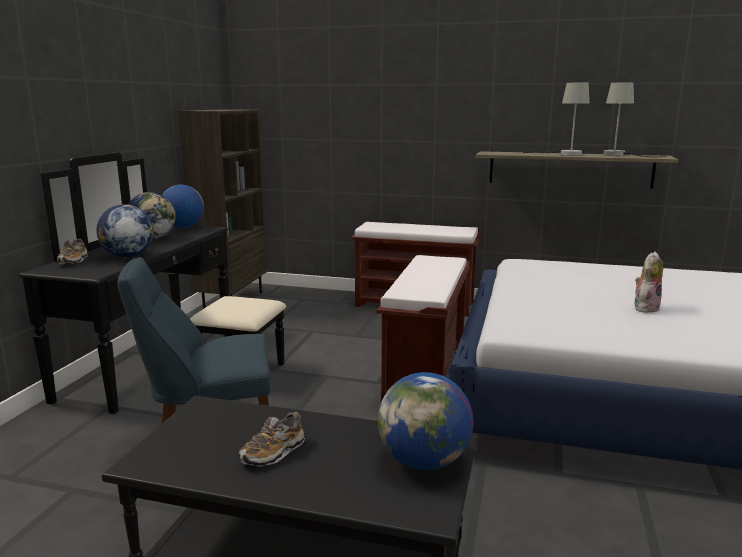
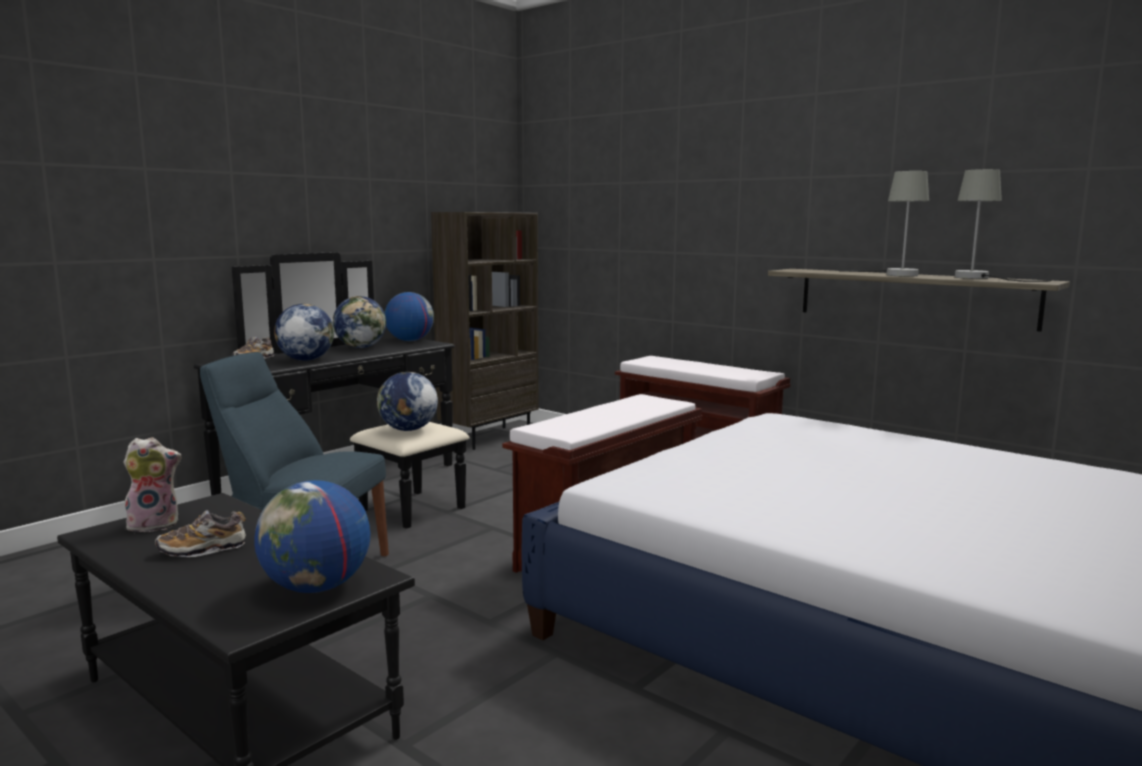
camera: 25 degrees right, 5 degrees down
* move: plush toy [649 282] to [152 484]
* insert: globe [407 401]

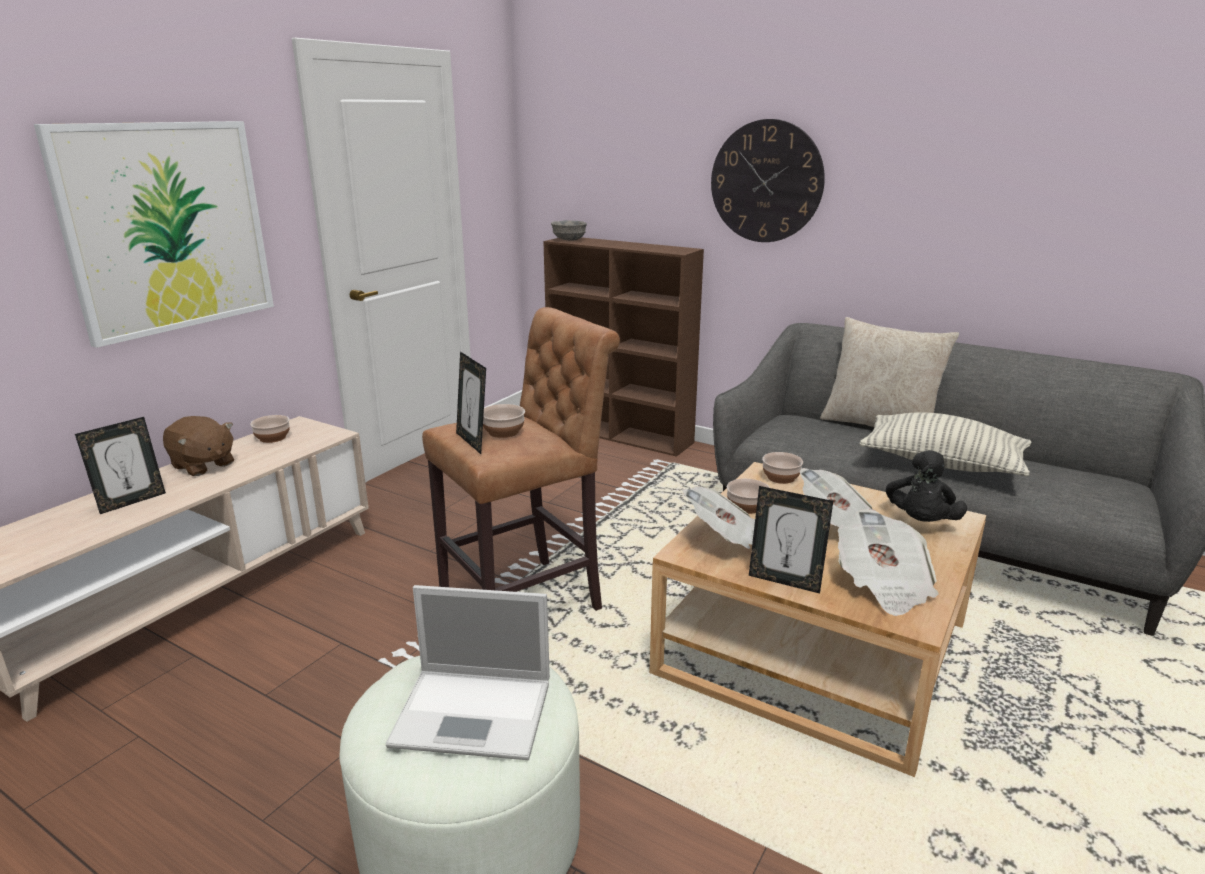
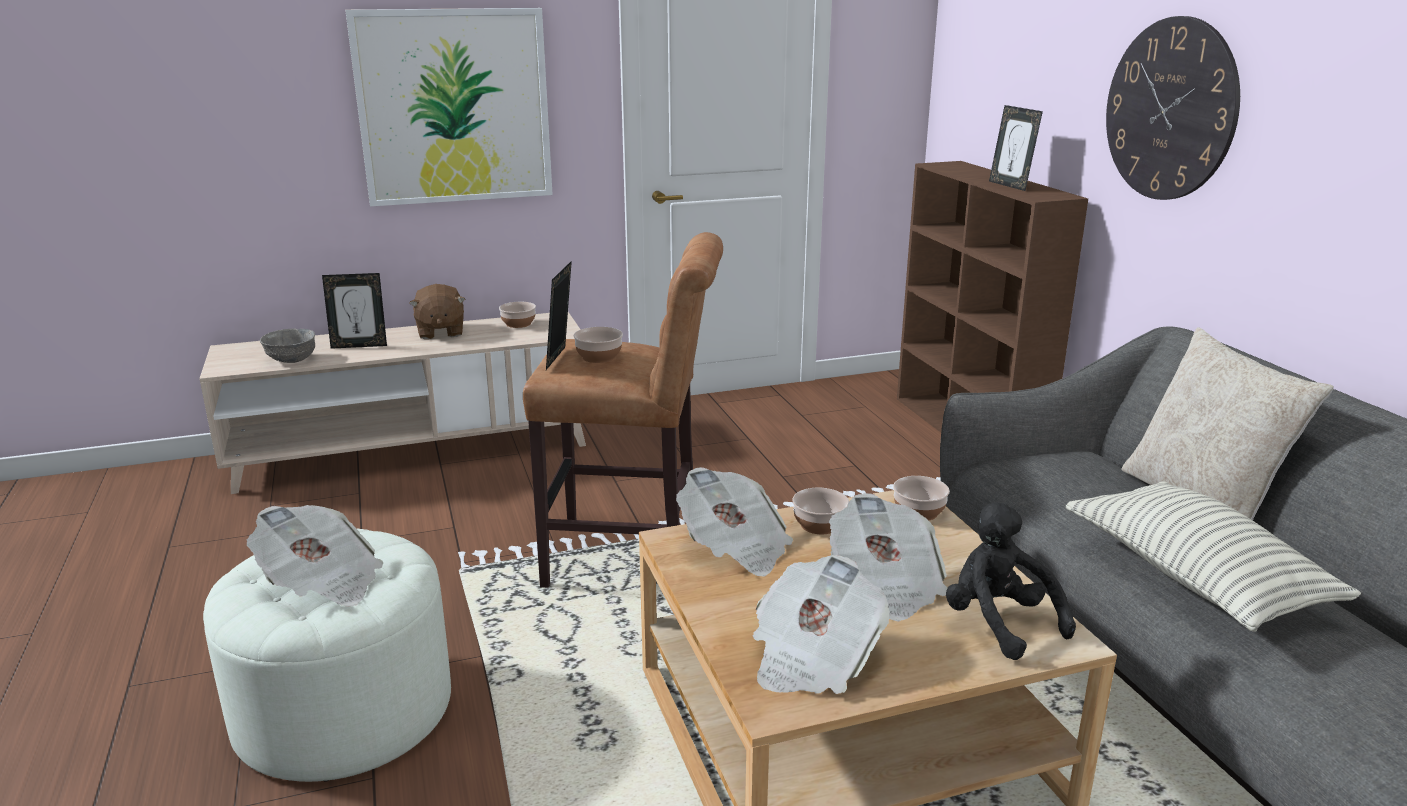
camera: 40 degrees right, 0 degrees up
* move: grey bowl [569 230] to [287 345]
* rotate: black plush toy [926 486] = [1011 581] 90 degrees clockwise
* move: picture frame [791 540] to [1016 148]
* replace: laptop [468 672] to newspaper [315 556]

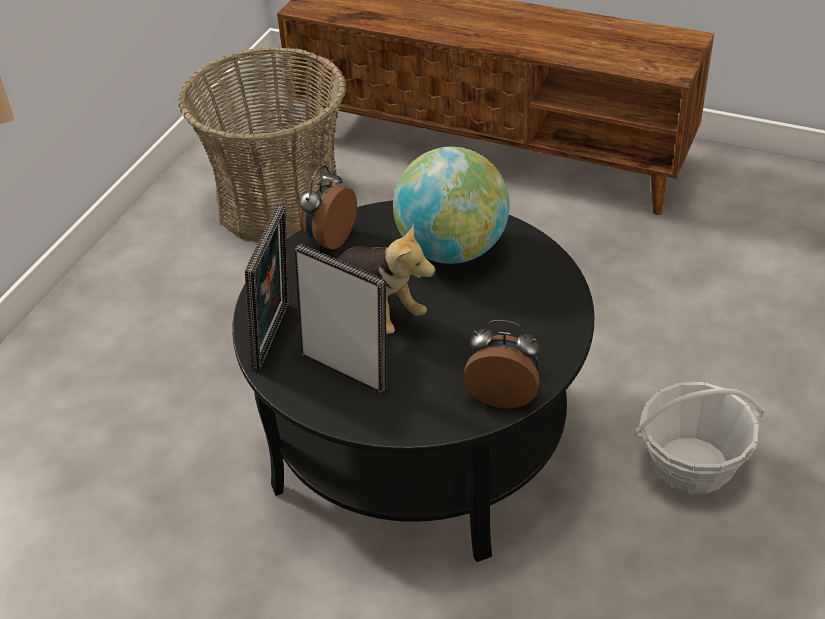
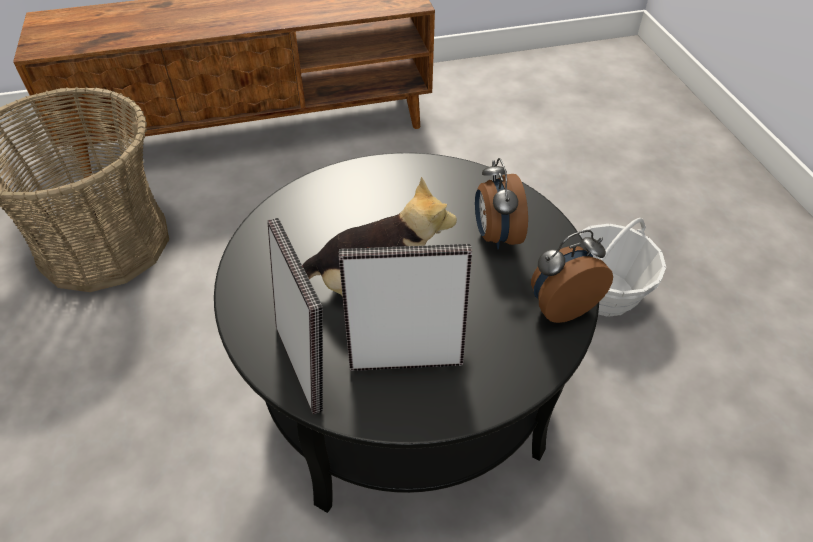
camera: 40 degrees left, 5 degrees up
* delete: globe [451 205]
* move: alarm clock [328 207] to [501 203]

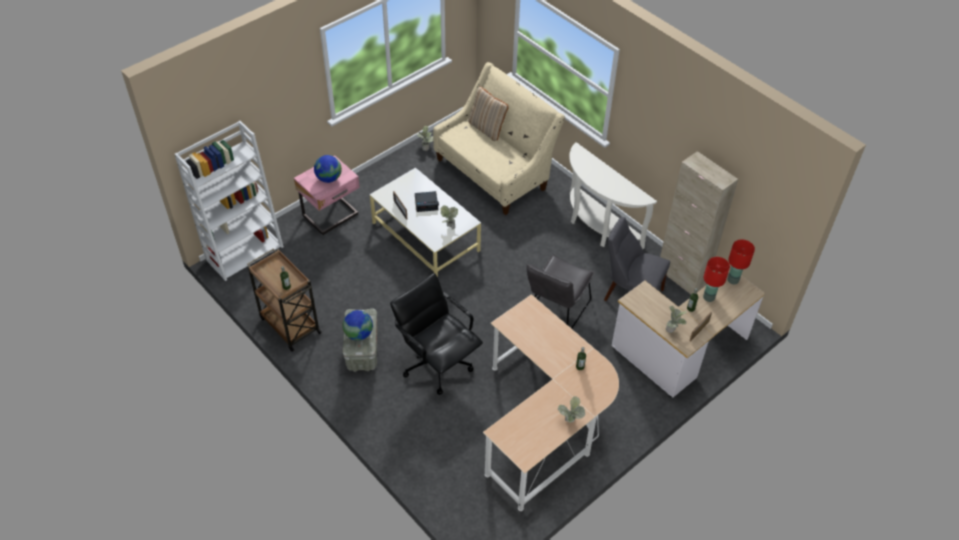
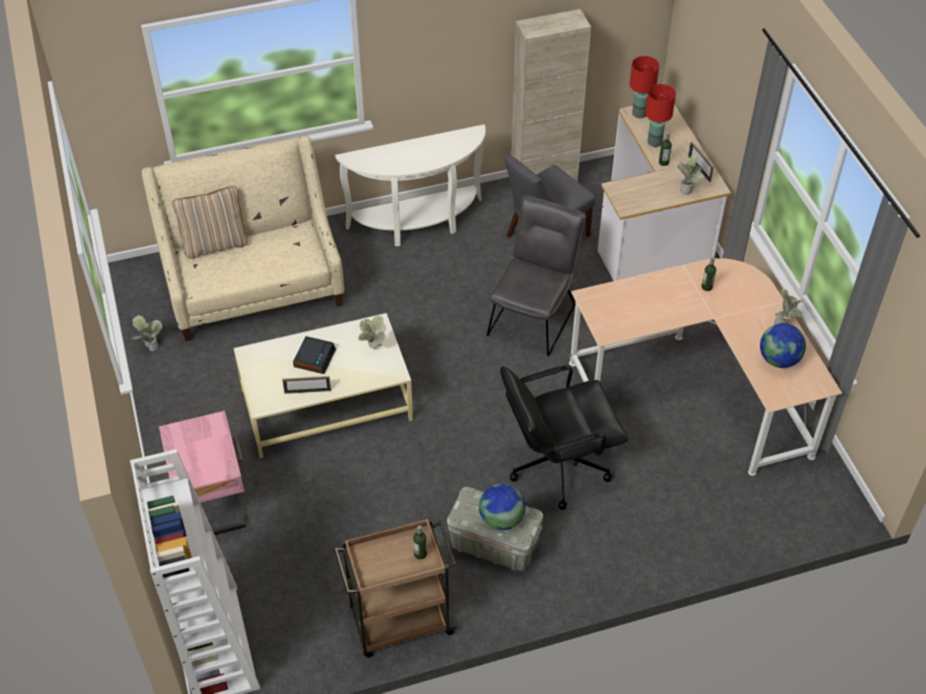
camera: 65 degrees left, 0 degrees up
* move: globe [328 169] to [783 345]
* rotate: grey chair [560 292] = [536 275] 120 degrees counterclockwise

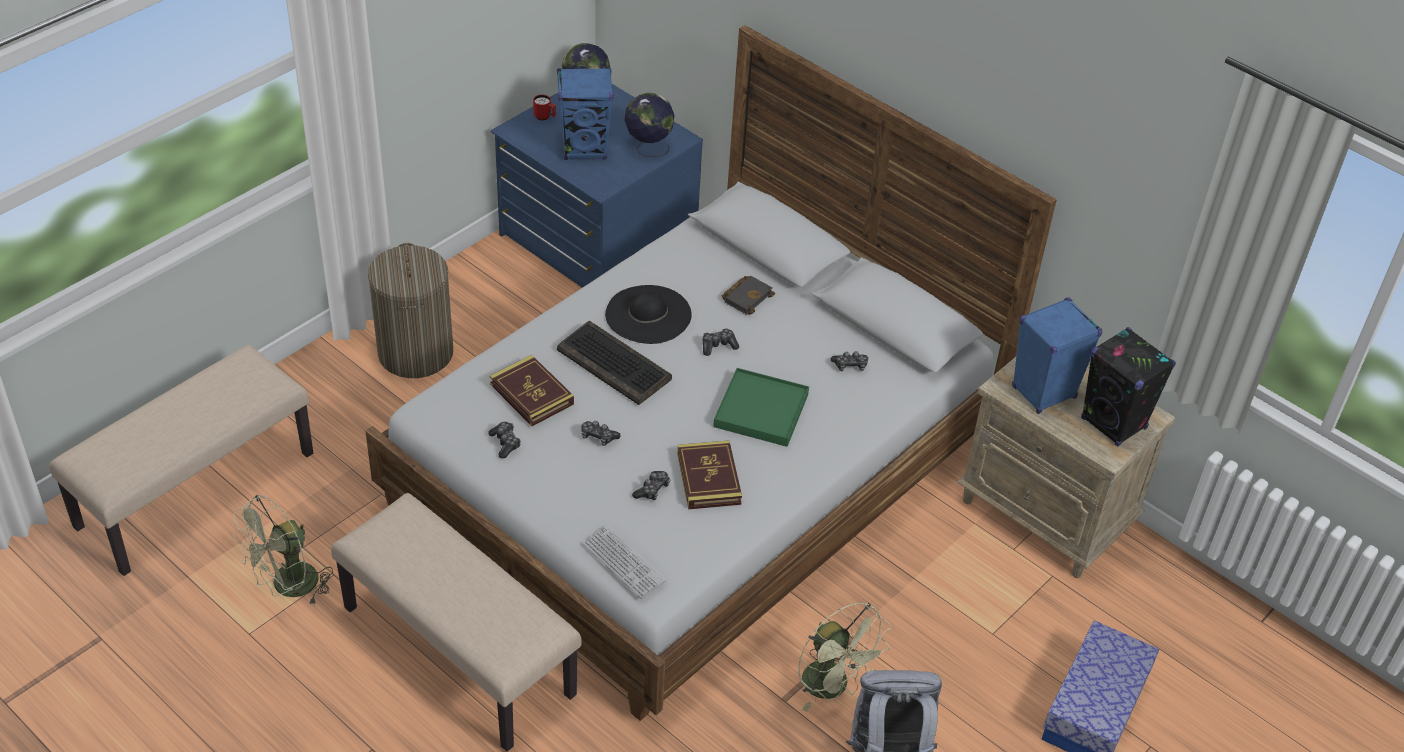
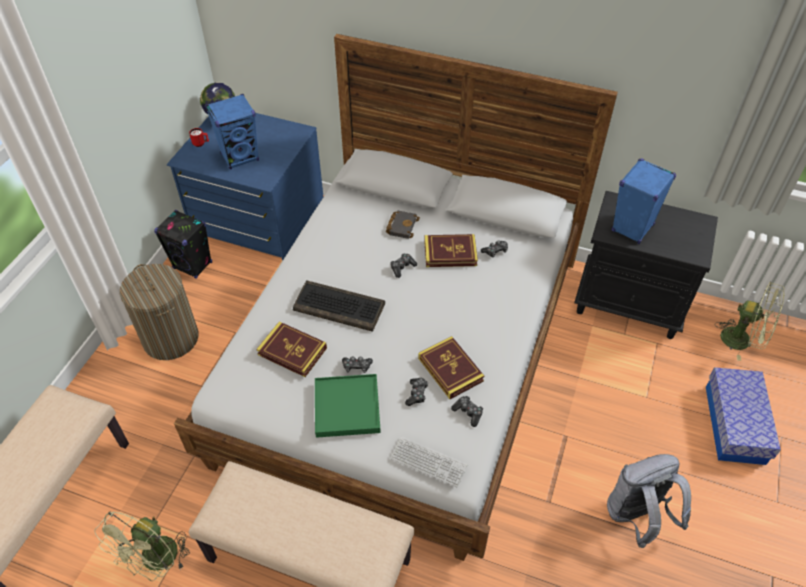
camera: 20 degrees left, 5 degrees up
* delete: globe [649 125]
* delete: black hat [648 314]
* move: black speaker [1128 387] to [183 244]
* recolor: beige nightstand [1066 467] to black nightstand [646 265]
* move: green tray [761 407] to [348 406]
* move: game controller [504 440] to [467 411]
* move: green fan [844 657] to [750 321]
* insert: book [451 250]

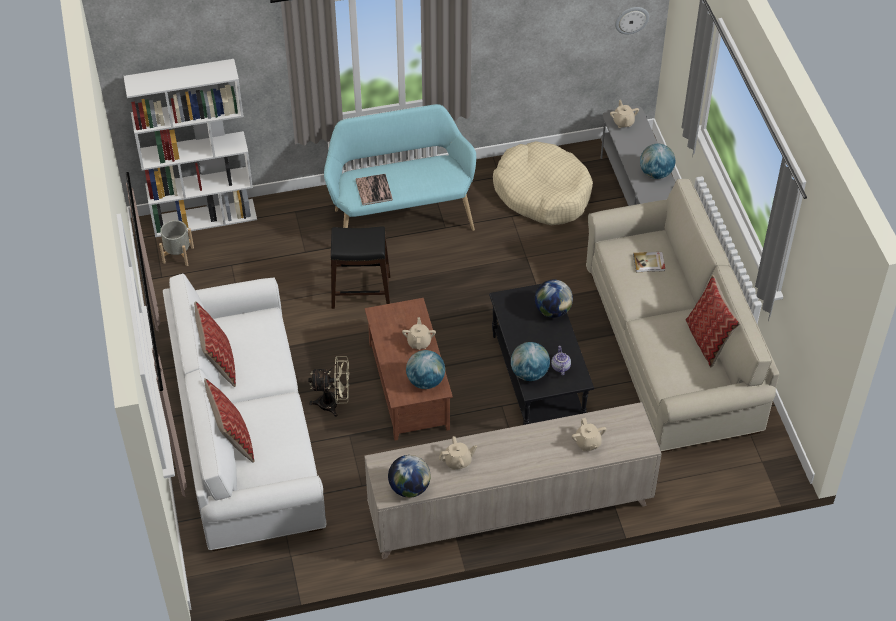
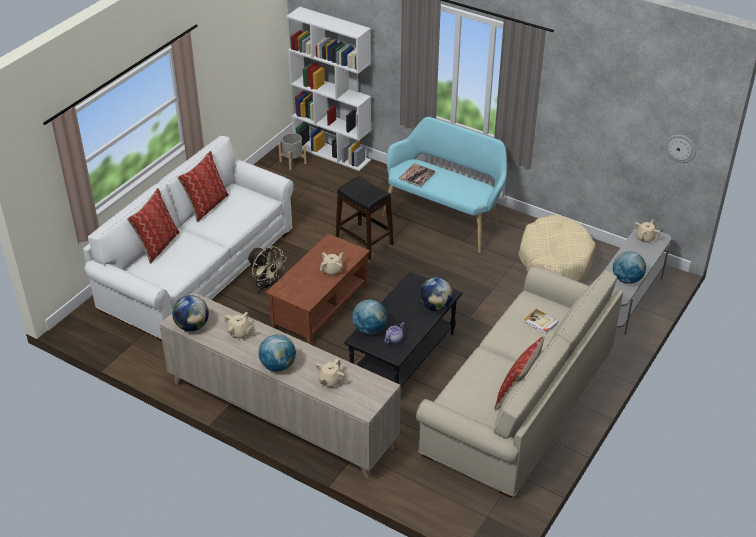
camera: 45 degrees right, 10 degrees down
* move: globe [425 369] to [277 353]

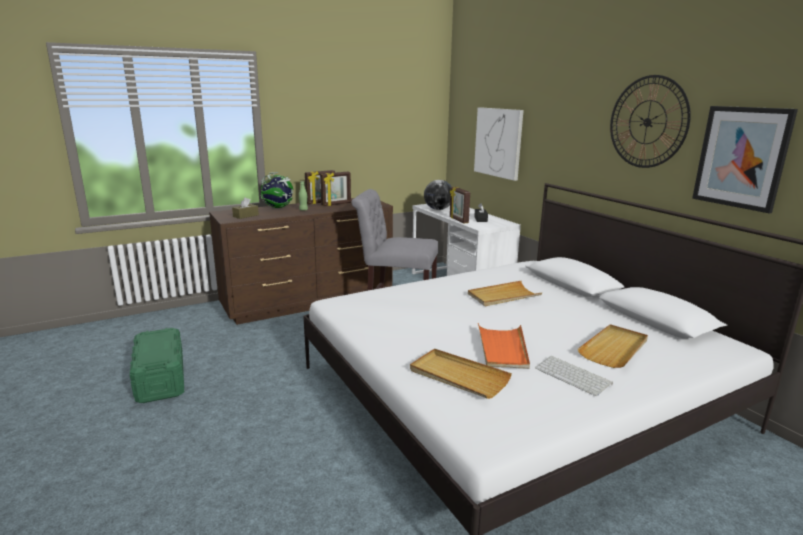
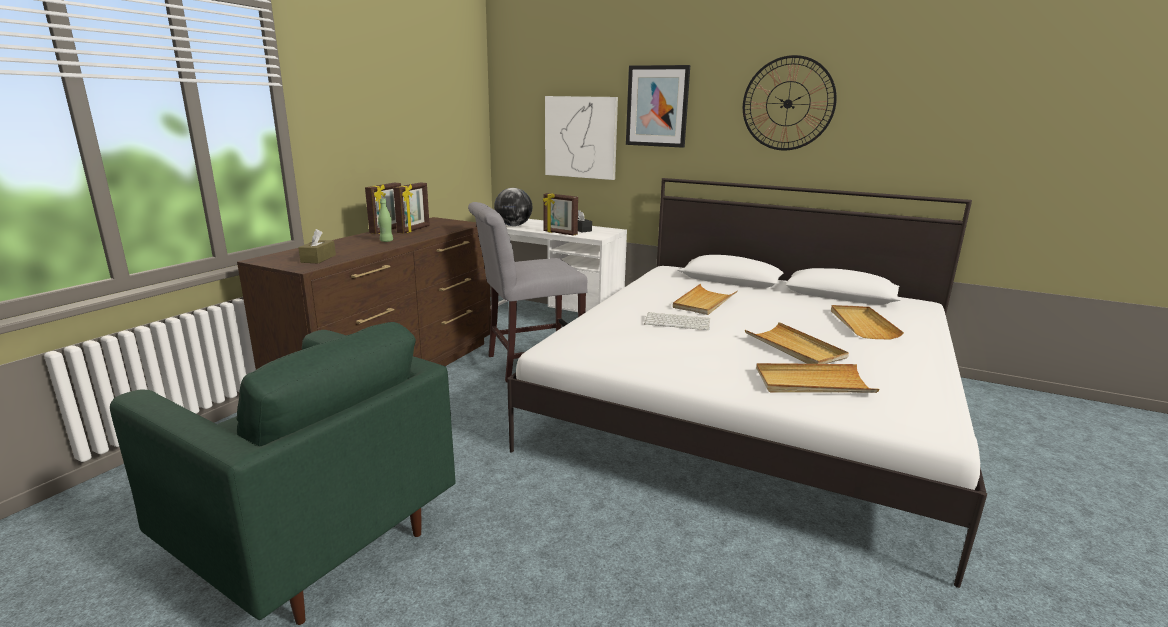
camera: 35 degrees left, 0 degrees up
* move: picture [745 160] to [658 106]
* delete: globe [277 190]
* recolor: orange tray [504 346] to beige tray [797 343]
* replace: green storage box [156 365] to green armchair [283 473]
* move: keyboard [574 376] to [677 321]

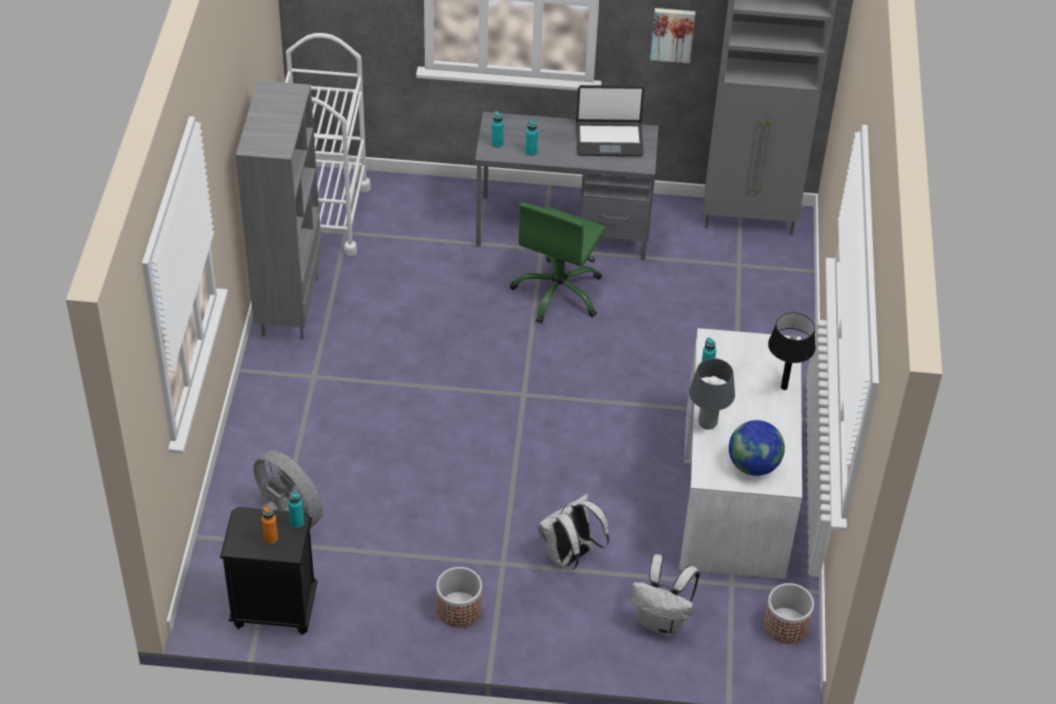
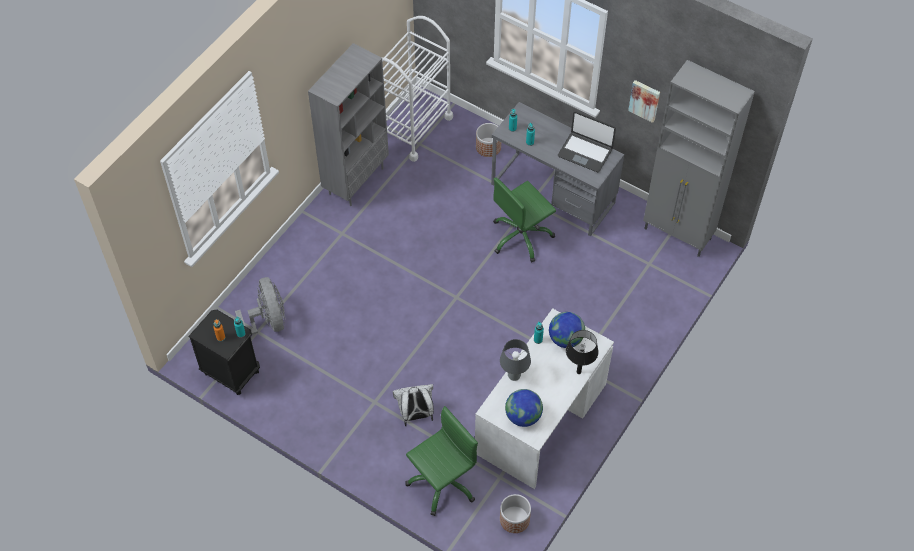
camera: 30 degrees right, 10 degrees up
* replace: white backpack [665 595] to green office chair [441 461]
* move: planter [459 597] to [488 140]
* insert: globe [567 330]

